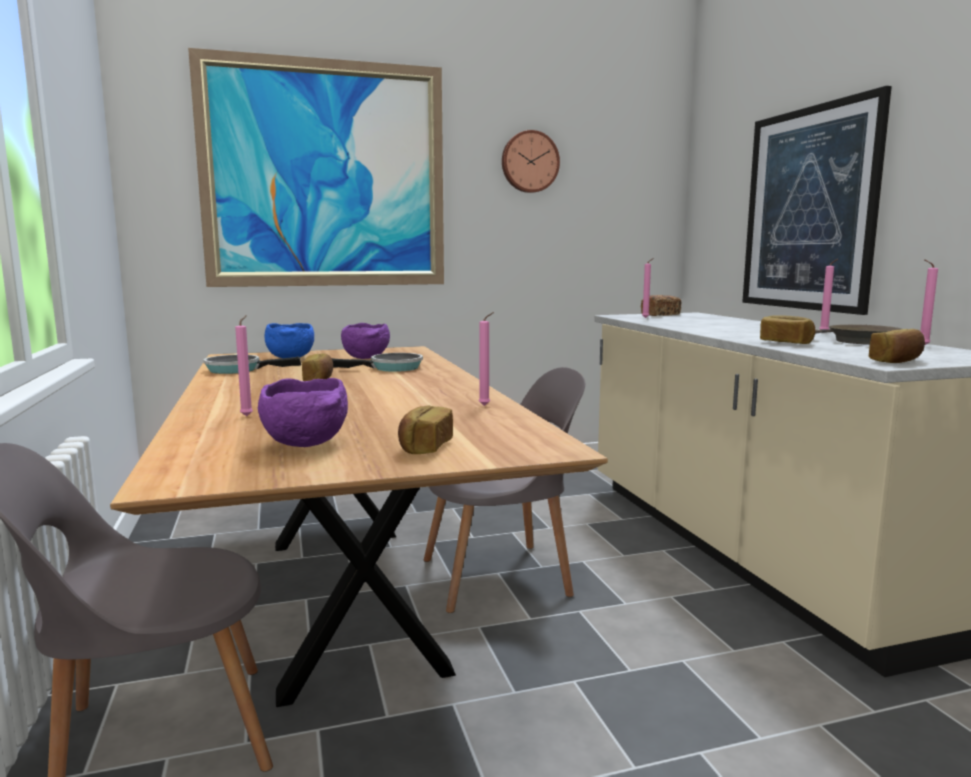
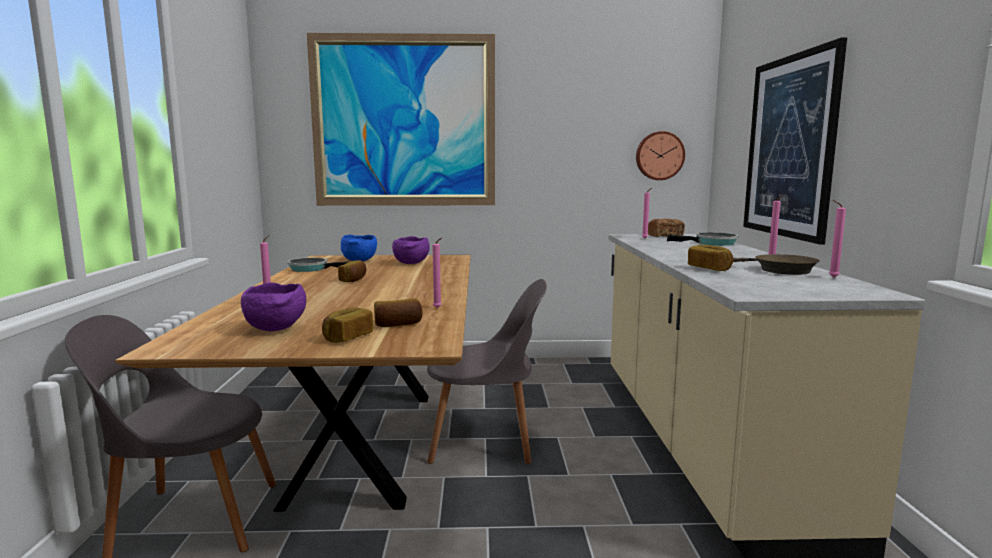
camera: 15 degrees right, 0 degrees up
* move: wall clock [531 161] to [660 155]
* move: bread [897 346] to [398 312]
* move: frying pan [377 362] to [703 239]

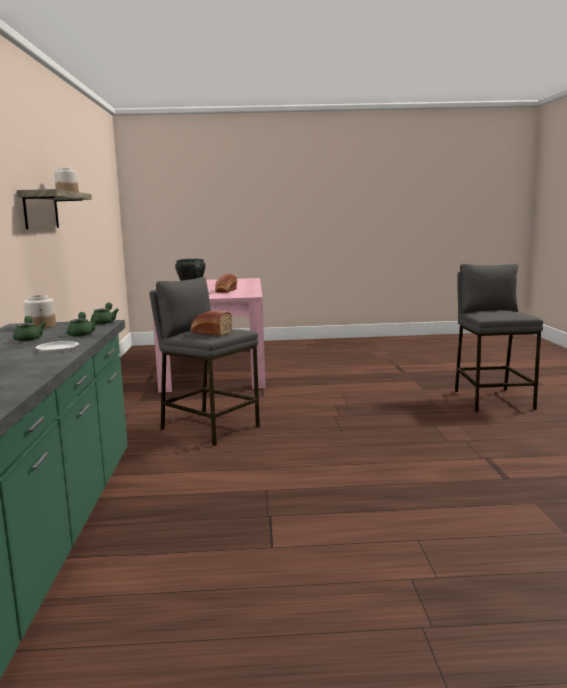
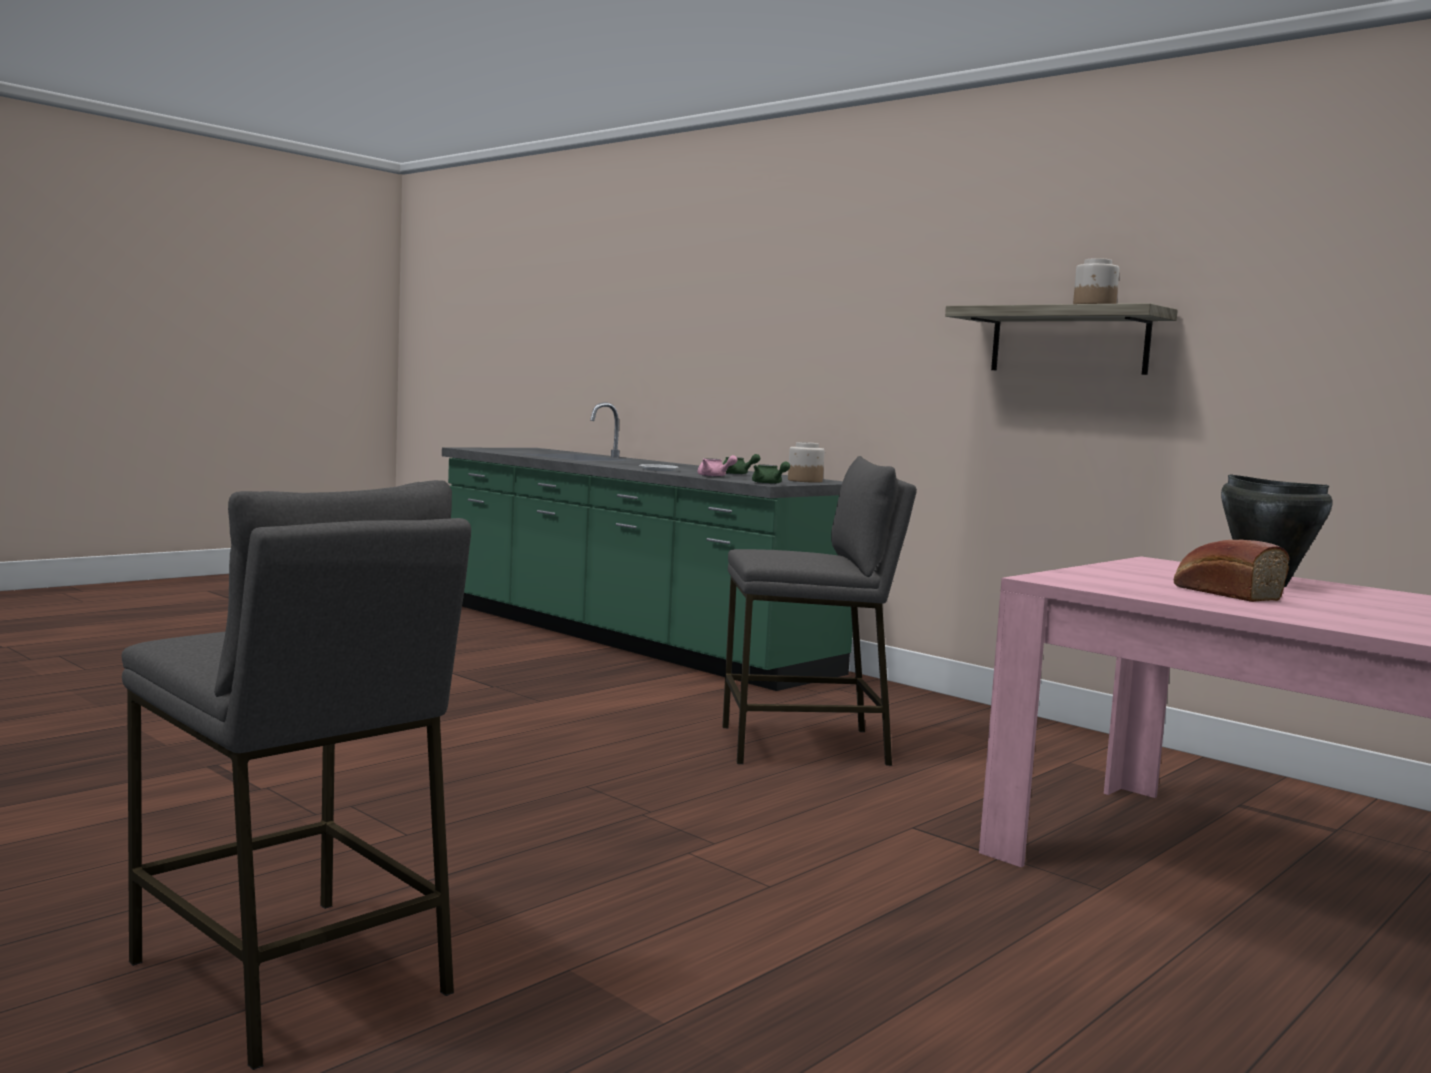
camera: 135 degrees right, 5 degrees down
* delete: bread [211 323]
* recolor: green teapot [82 324] to pink teapot [718 466]

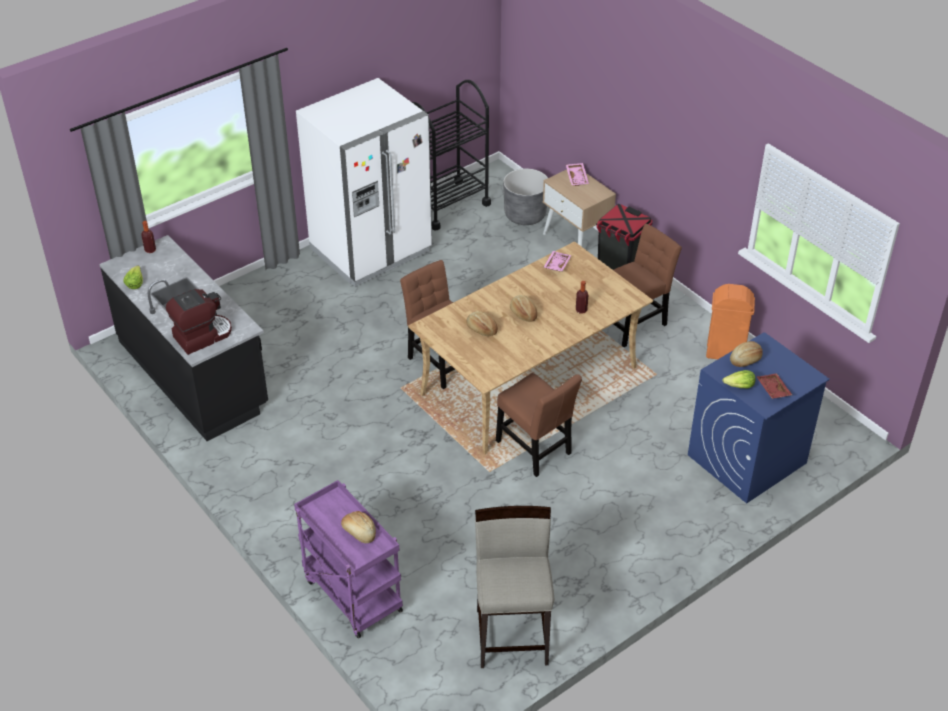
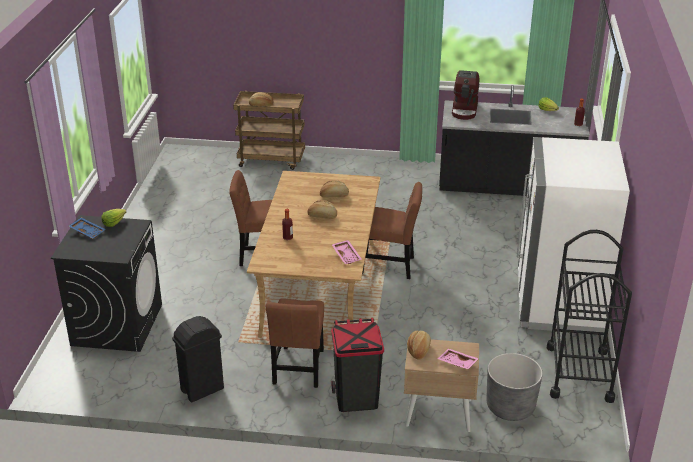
camera: 135 degrees right, 10 degrees down
* recolor: orange trash can [730 321] to black trash can [198 359]
* recolor: blue washing machine [759 418] to black washing machine [106 283]
* move: bread [746 354] to [419 345]
* recolor: red tray [774 386] to blue tray [87 228]
* recolor: purple cart [348 559] to brown cart [269 130]
* delete: beige stool [514 587]

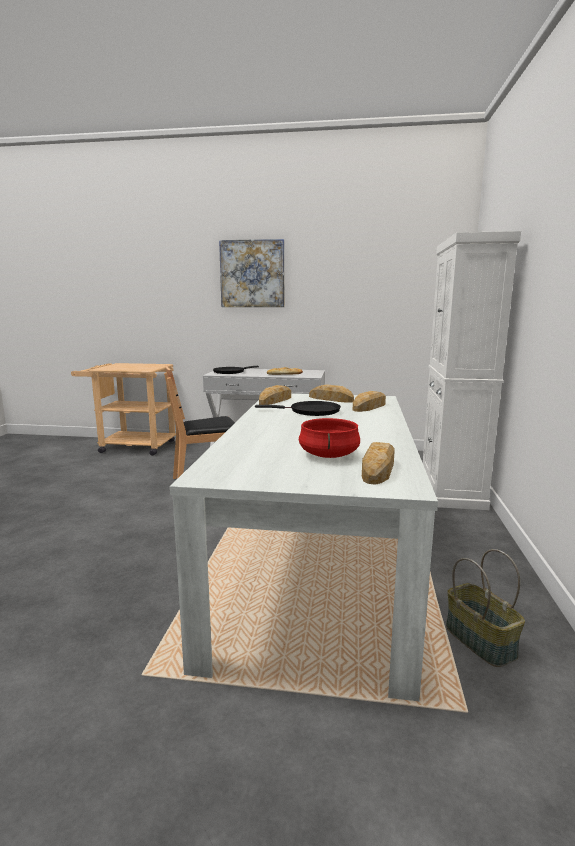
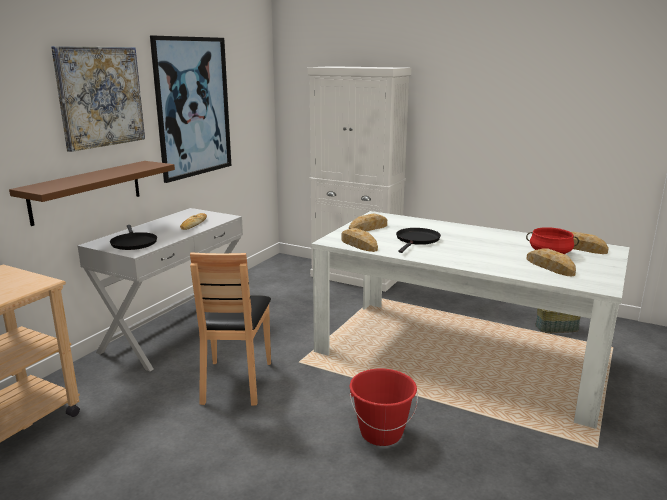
camera: 70 degrees left, 5 degrees up
* move: bread [369 401] to [551 262]
* insert: picture [190 109]
* insert: brown shelf [92 193]
* insert: red bucket [384 407]

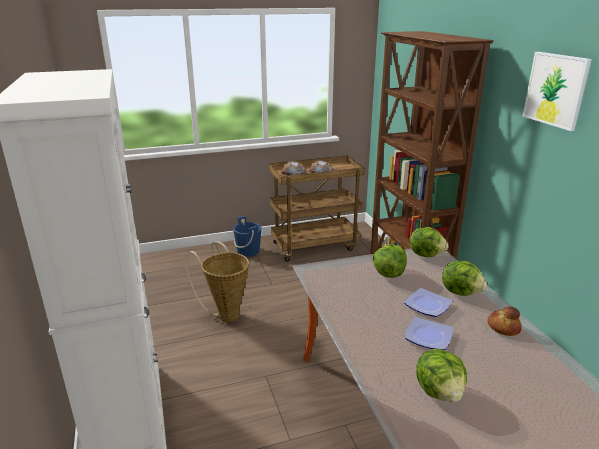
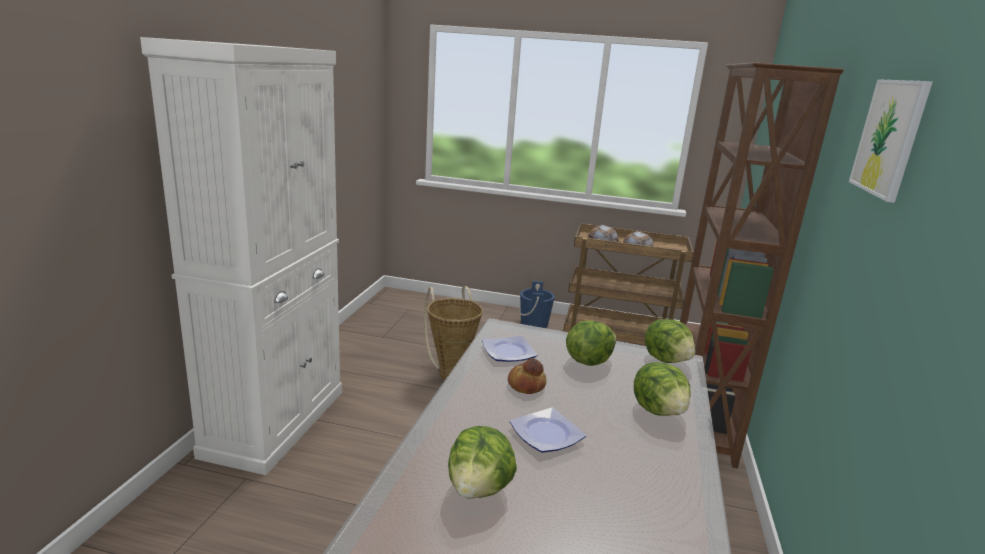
camera: 30 degrees right, 5 degrees down
* move: plate [428 302] to [509 349]
* move: bread [504 321] to [527 376]

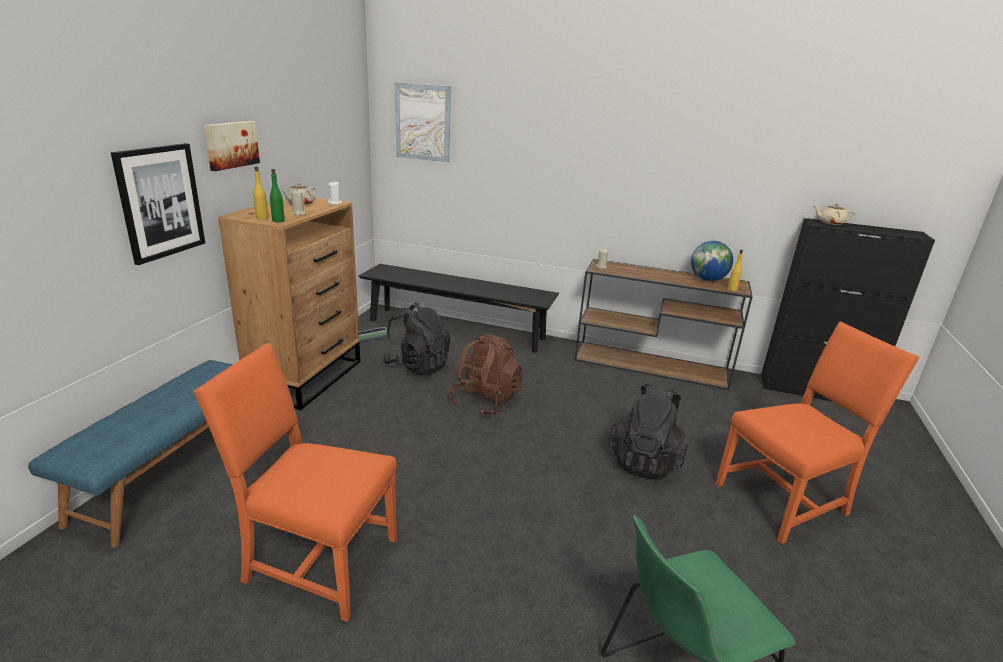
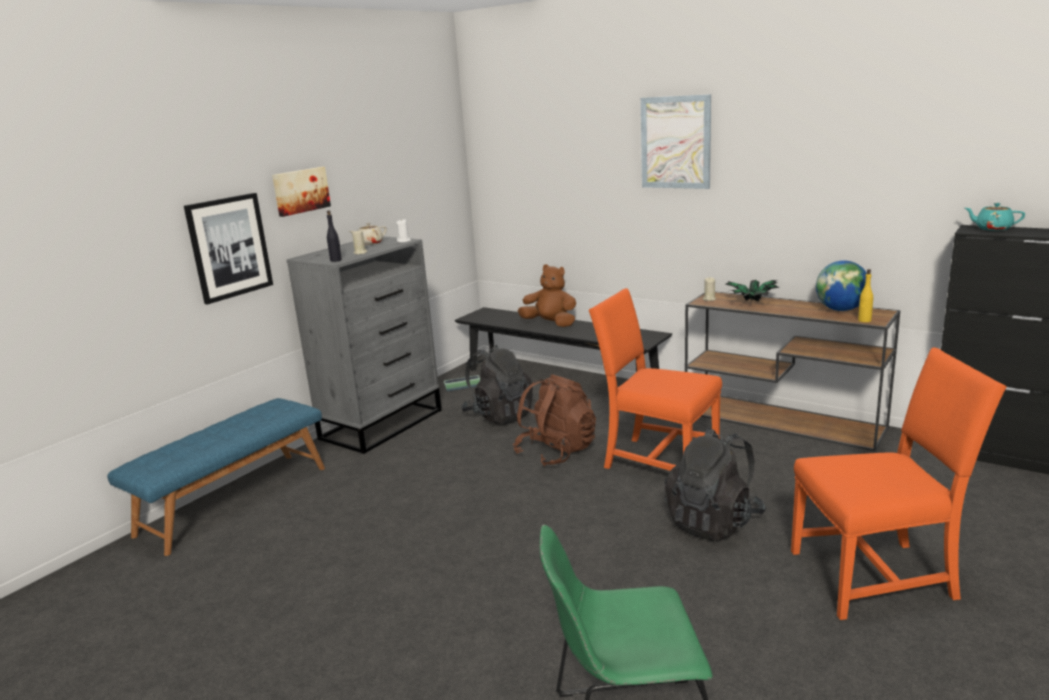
camera: 20 degrees right, 5 degrees down
* move: picture [423 122] to [676 141]
* delete: yellow bottle [261 193]
* recolor: green bottle [277 195] to black bottle [334 236]
* recolor: brown dresser [289 303] to grey dresser [364 345]
* recolor: beige teapot [834 214] to turquoise teapot [995 217]
* move: orange chair [295 482] to [655 379]
* insert: brown plush toy [547 295]
* insert: potted plant [752 291]

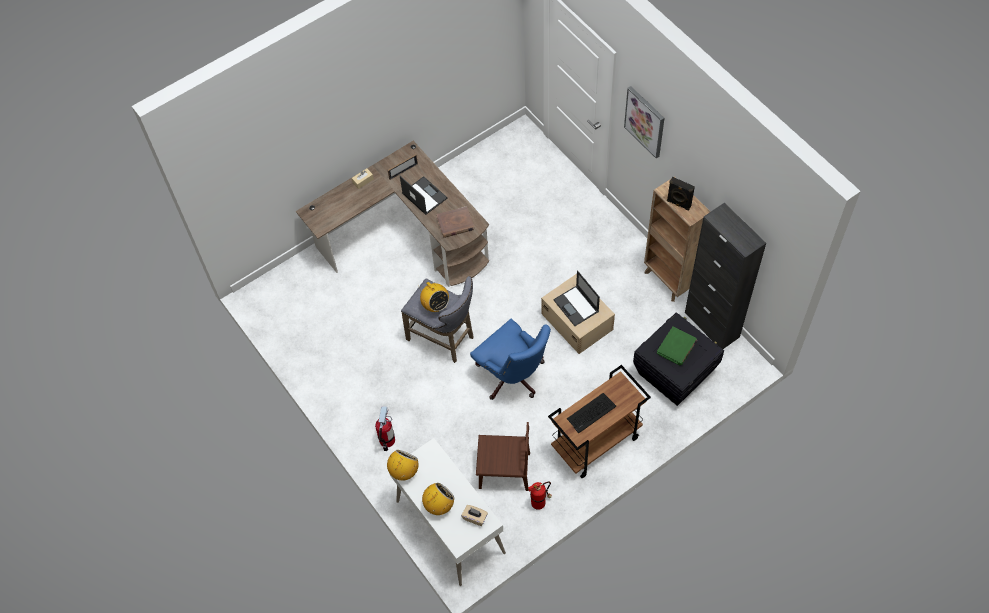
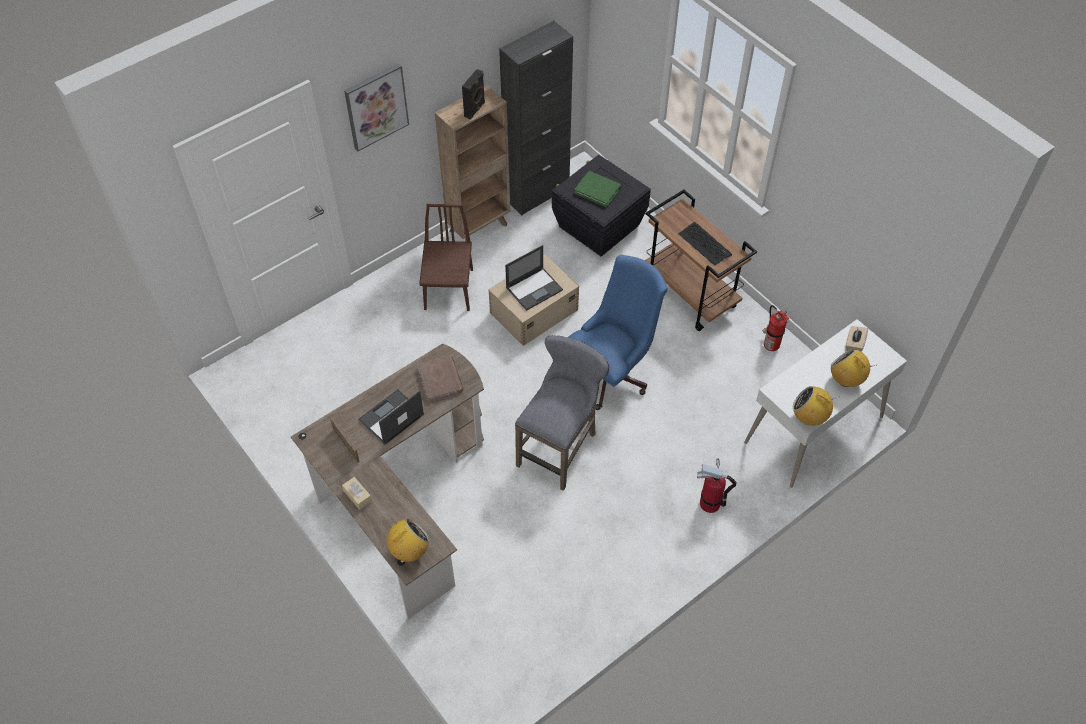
camera: 95 degrees left, 5 degrees down
* move: radio [434 297] to [408 540]
* move: brown chair [503 456] to [446 257]

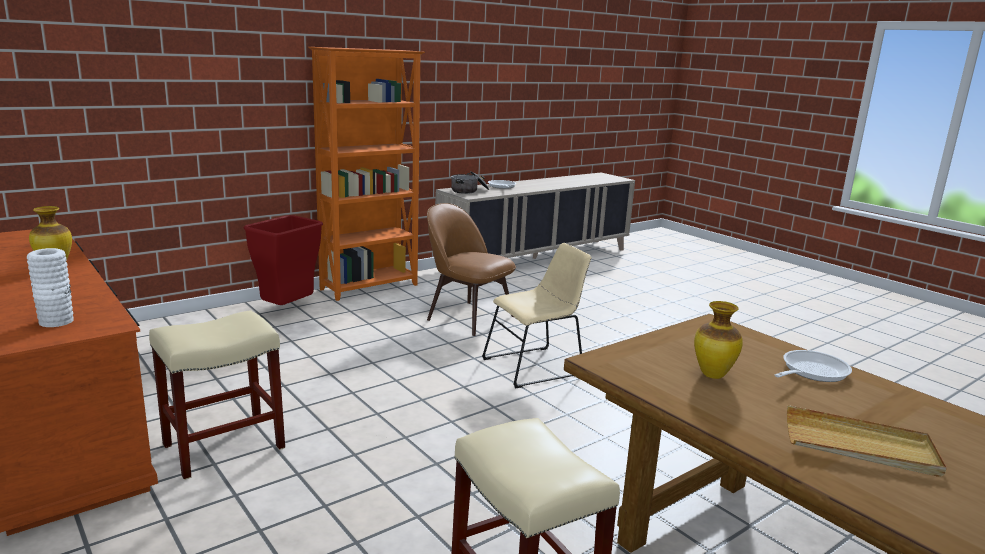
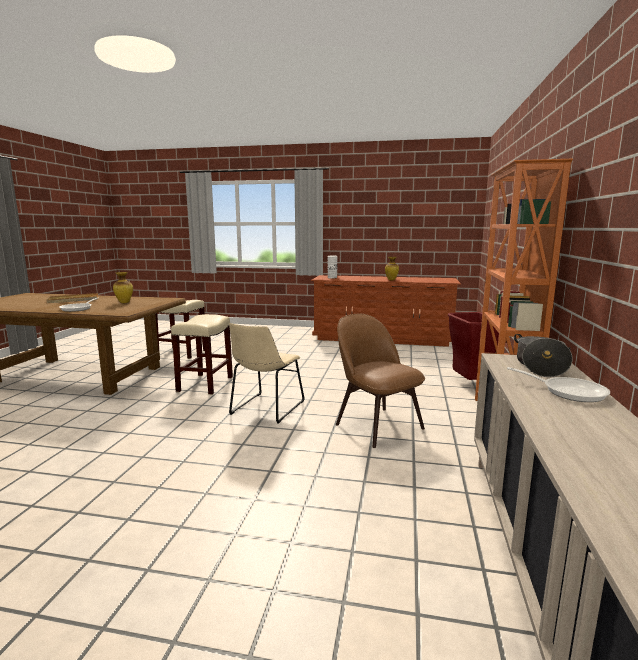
camera: 140 degrees right, 5 degrees down
* rotate: brown chair [471 269] = [380 381] 120 degrees counterclockwise
* move: beige stool [217 395] to [202 354]

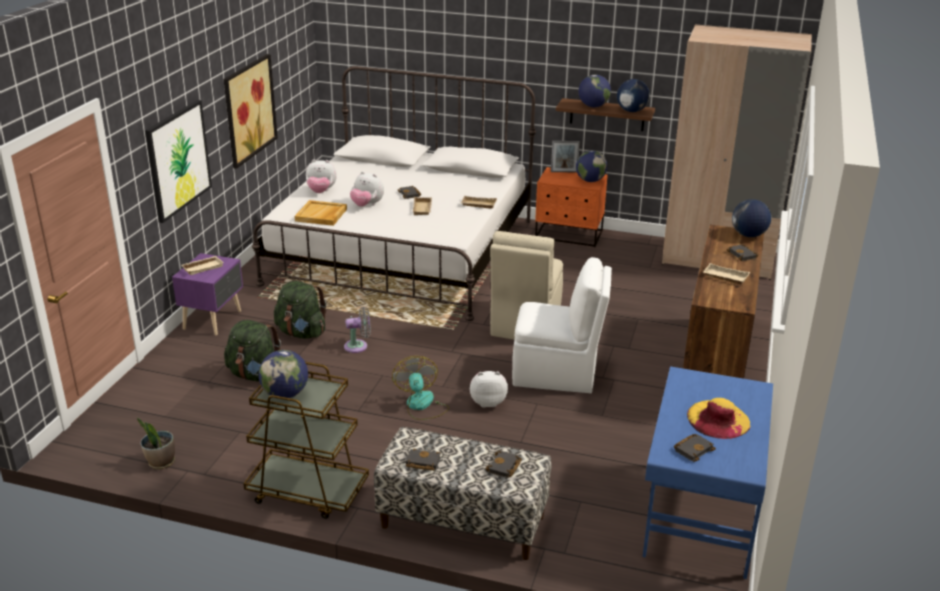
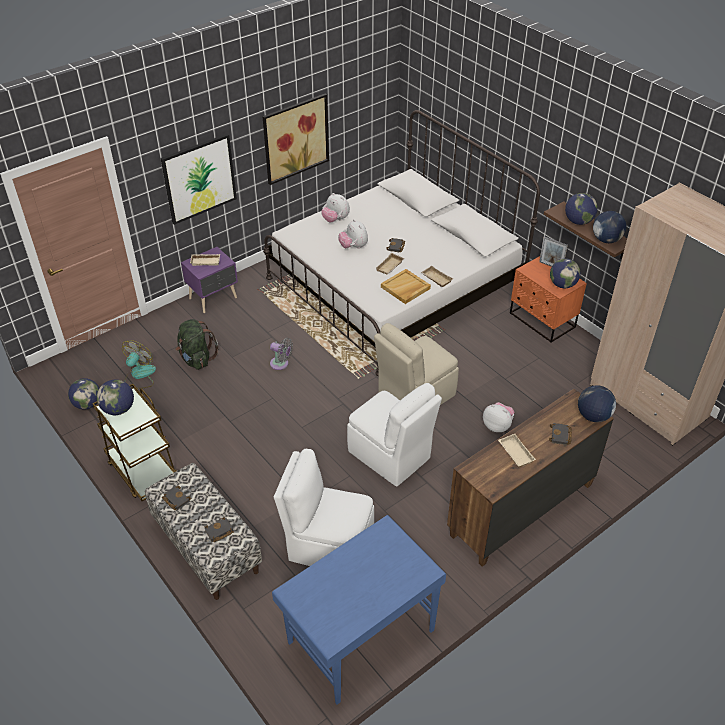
camera: 35 degrees right, 15 degrees up
* move: beige tray [320 213] to [406 286]
* delete: green backpack [300 310]
* move: fan [420 388] to [139 364]
* move: plush toy [489 389] to [498 417]
* delete: yellow hat [718 418]
* replace: potted plant [156 443] to globe [83 394]
* delete: black book [695 448]
* insert: white chair [324 507]

